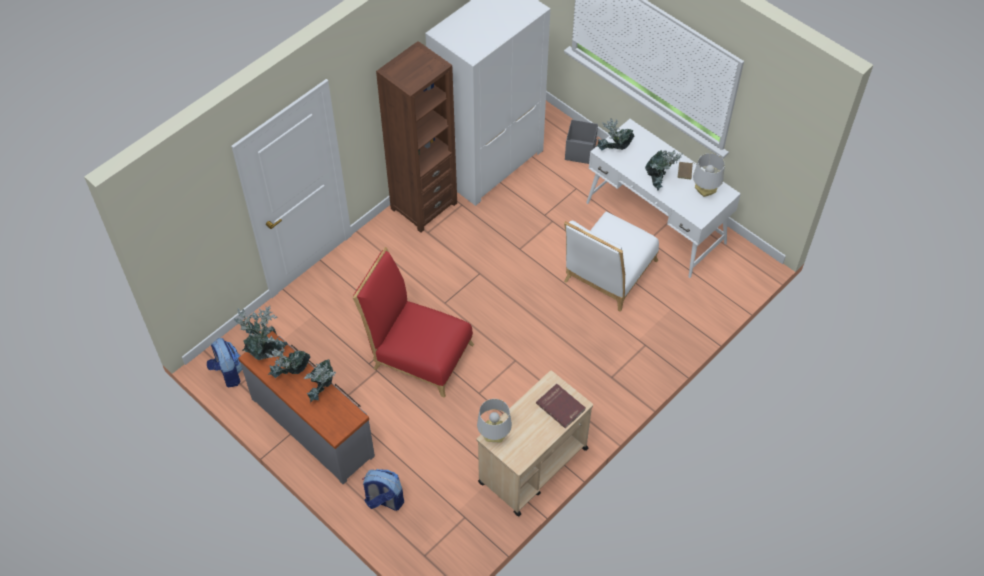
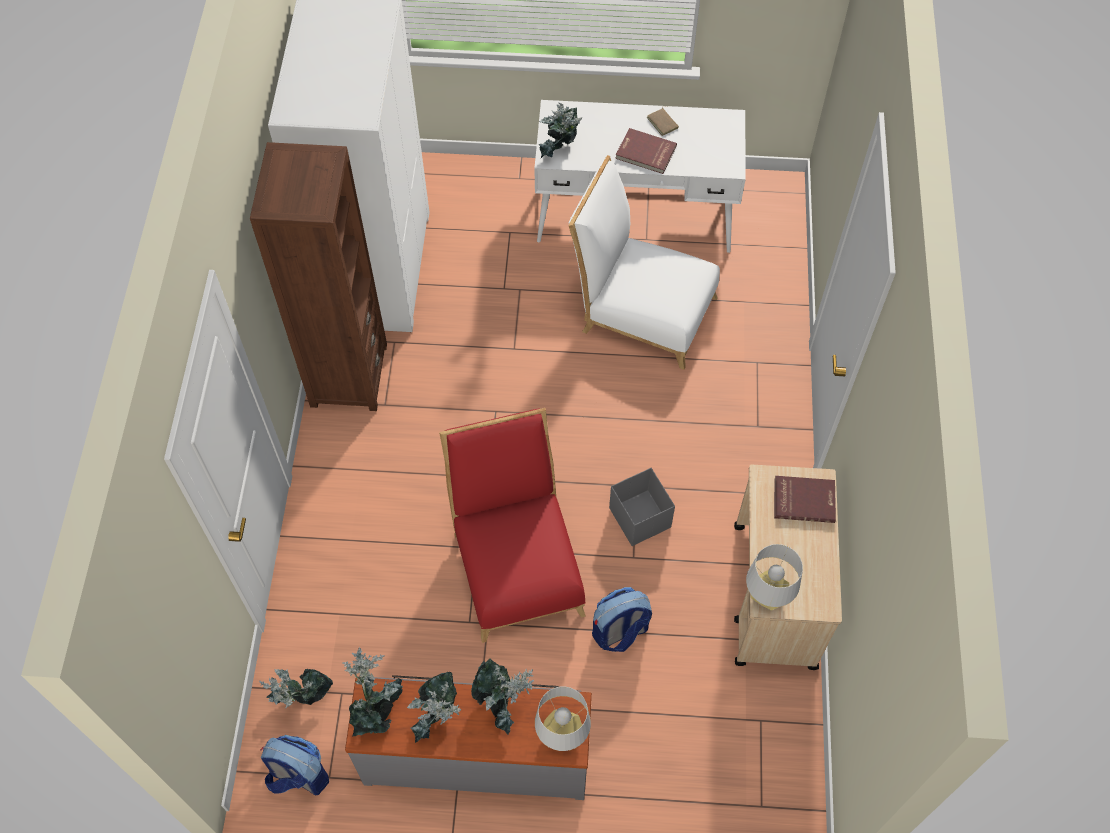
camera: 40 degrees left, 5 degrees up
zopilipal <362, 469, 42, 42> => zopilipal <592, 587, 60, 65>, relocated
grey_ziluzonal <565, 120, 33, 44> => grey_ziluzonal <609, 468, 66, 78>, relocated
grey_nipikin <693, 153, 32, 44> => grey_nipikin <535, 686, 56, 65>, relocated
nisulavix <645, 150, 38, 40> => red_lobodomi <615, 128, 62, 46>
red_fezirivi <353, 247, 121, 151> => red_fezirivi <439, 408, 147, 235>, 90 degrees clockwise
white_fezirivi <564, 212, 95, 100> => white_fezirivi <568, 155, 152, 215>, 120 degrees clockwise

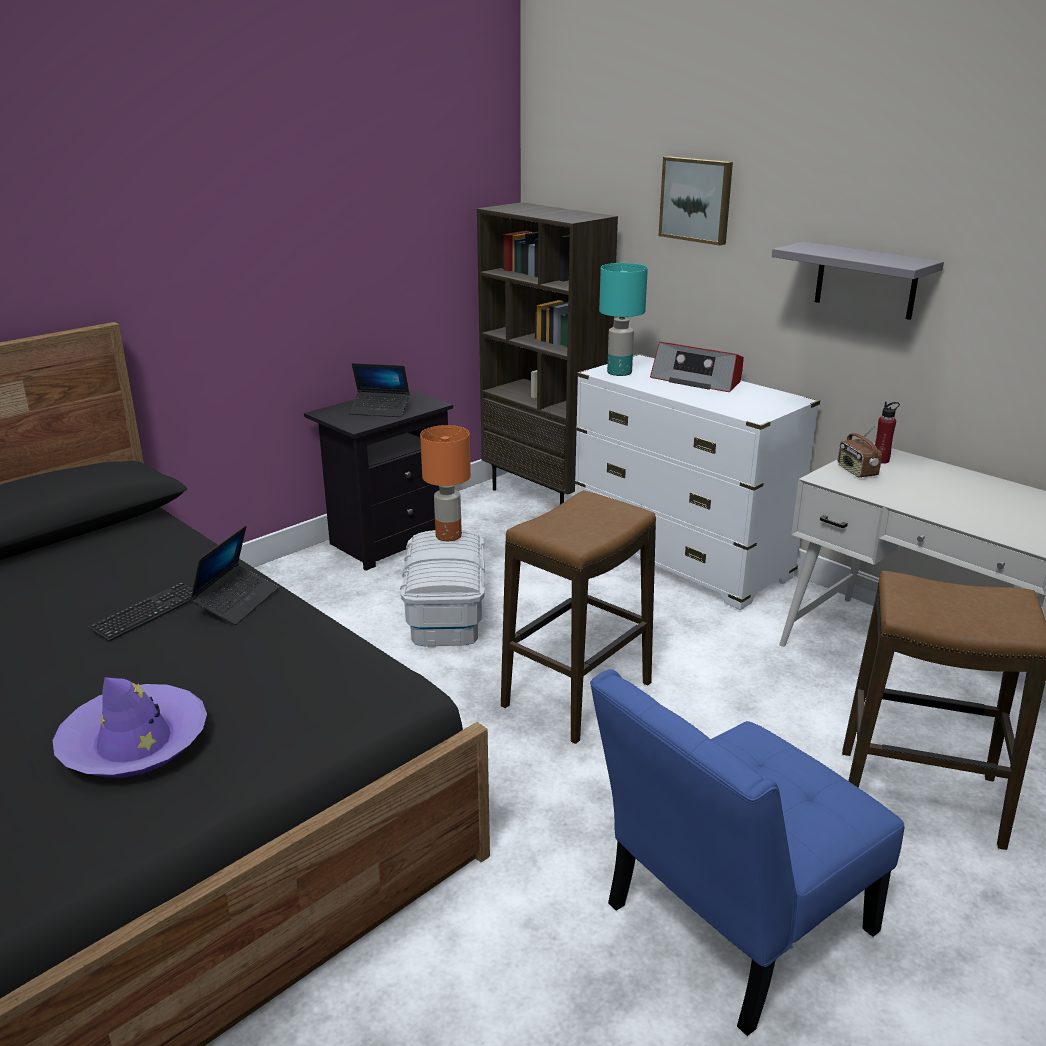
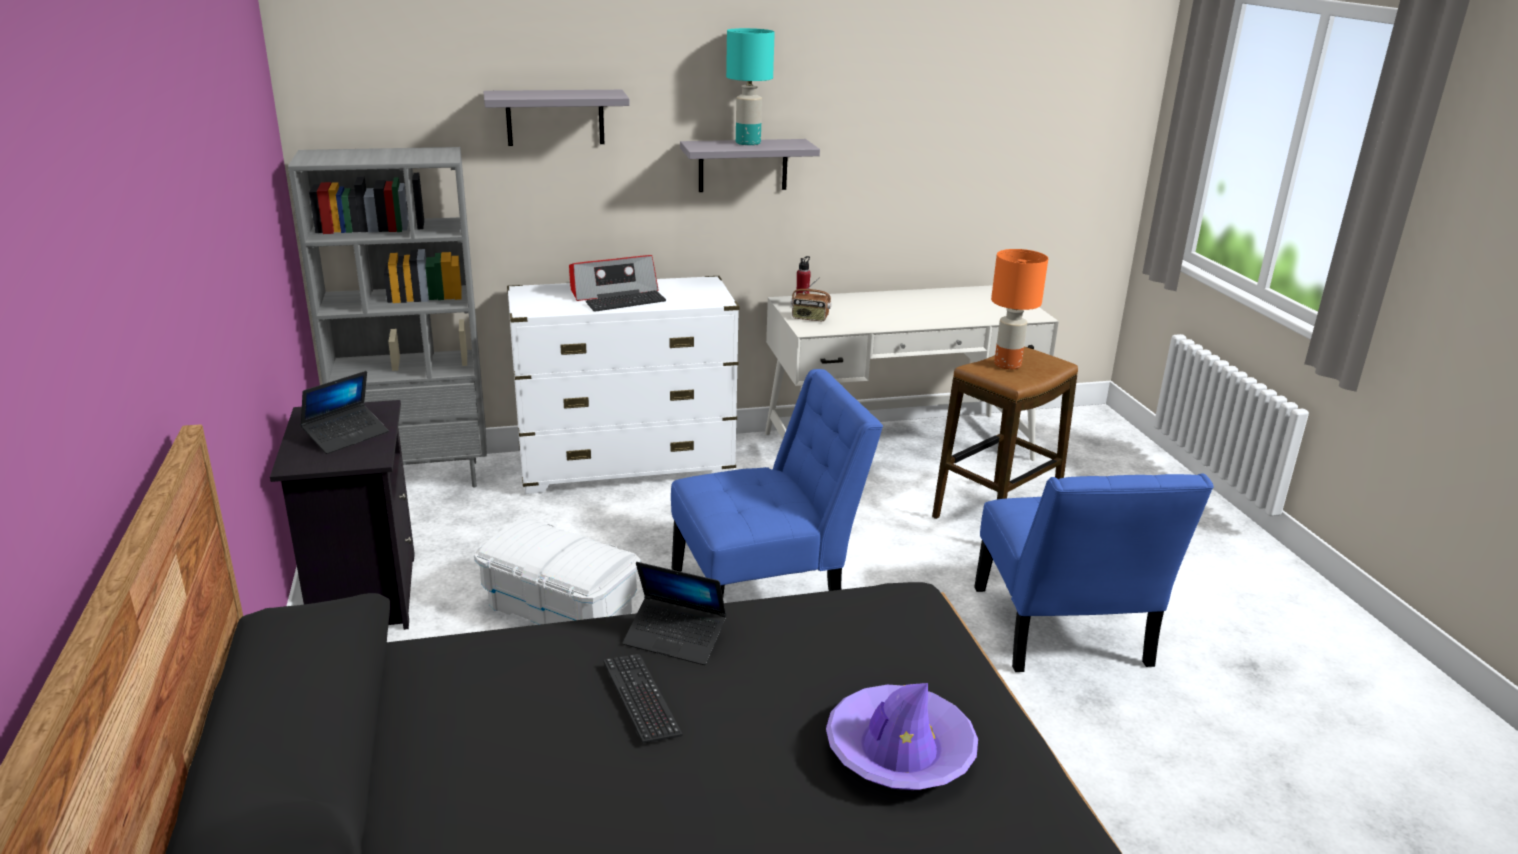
camera: 60 degrees left, 0 degrees up
nothing => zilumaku <586, 290, 80, 22>
orange_nipikin <420, 425, 51, 116> => orange_nipikin <991, 249, 57, 120>, relocated
turquoise_nipikin <599, 263, 49, 113> => turquoise_nipikin <726, 28, 49, 117>, relocated
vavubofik <501, 490, 155, 254> => blue_fezirivi <671, 369, 212, 227>
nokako <659, 156, 74, 90> => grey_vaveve <483, 90, 147, 56>
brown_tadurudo <477, 202, 141, 303> => grey_tadurudo <288, 147, 199, 340>
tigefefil <190, 526, 89, 99> => tigefefil <623, 562, 104, 103>, 150 degrees clockwise

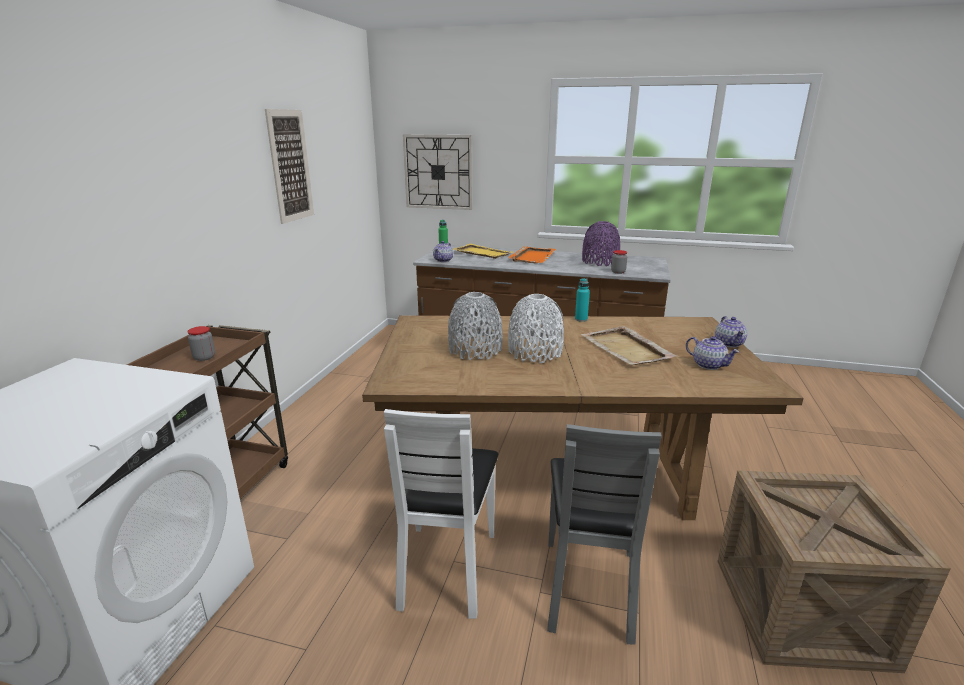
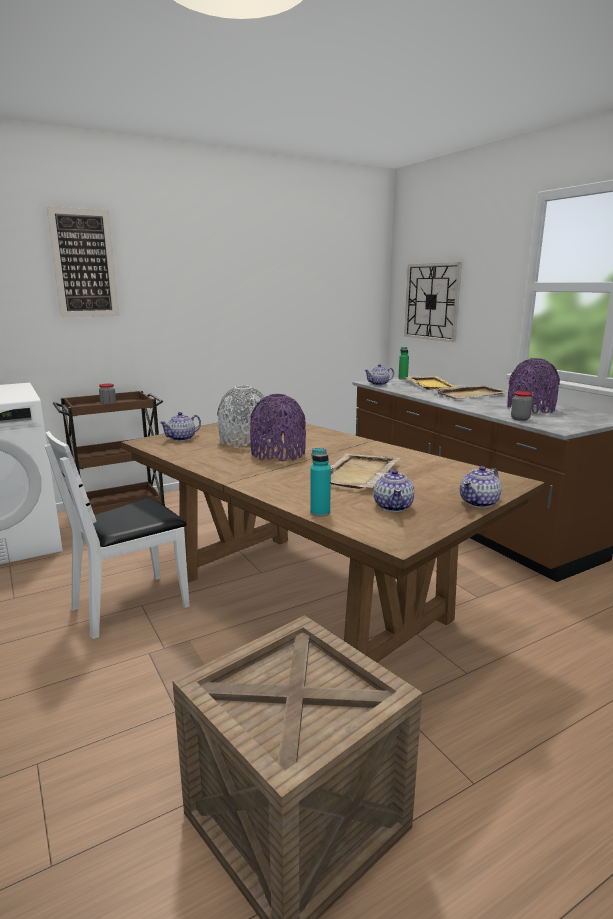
camera: 45 degrees right, 5 degrees down
grey_fezirivi <547, 424, 115, 221> => nothing
nothing => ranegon <159, 412, 42, 29>
nokako <265, 109, 49, 115> => nokako <46, 206, 73, 111>, relocated
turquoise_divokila <575, 278, 15, 44> => turquoise_divokila <310, 448, 21, 69>, relocated
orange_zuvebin <508, 246, 48, 17> => beige_zuvebin <432, 385, 76, 14>
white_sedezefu <508, 294, 56, 69> => purple_sedezefu <250, 394, 56, 67>

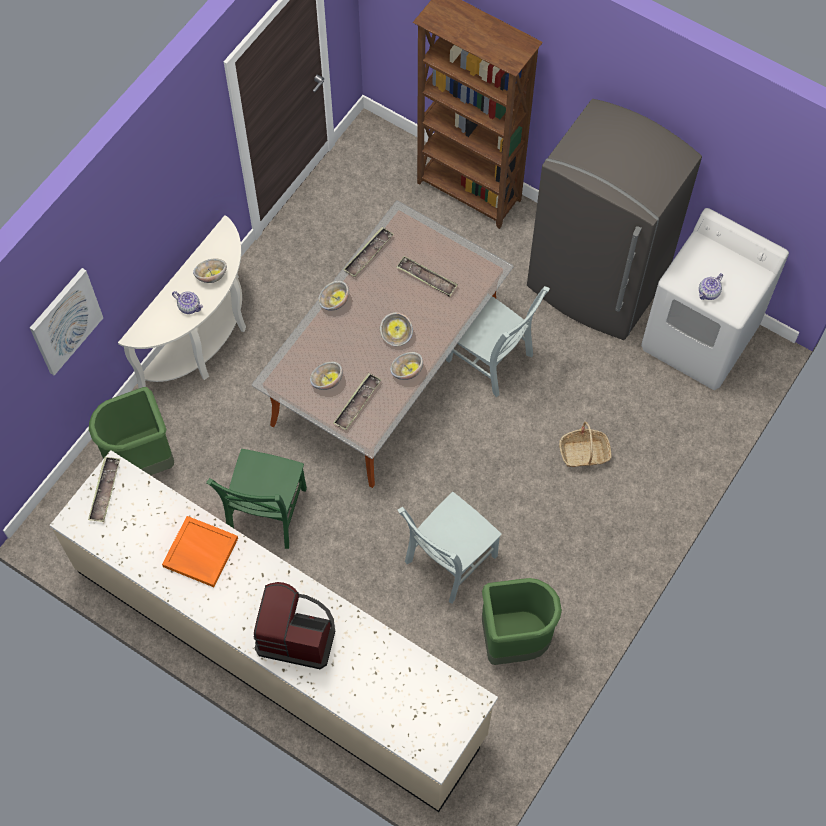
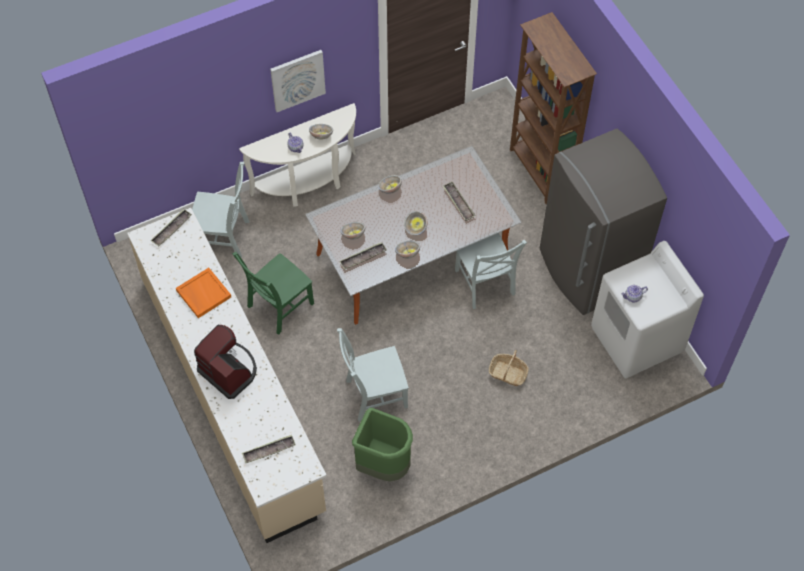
camera: 30 degrees right, 5 degrees down
nokako <30, 268, 73, 107> => nokako <270, 50, 56, 62>, relocated
zuvebin <343, 227, 51, 50> => zuvebin <242, 435, 54, 28>, relocated
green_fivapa <89, 387, 85, 88> => grey_fezirivi <192, 162, 58, 95>

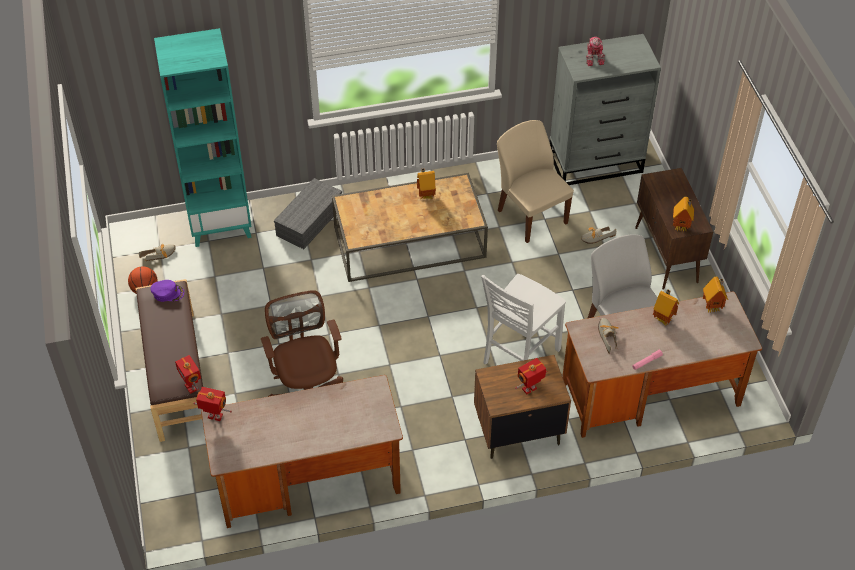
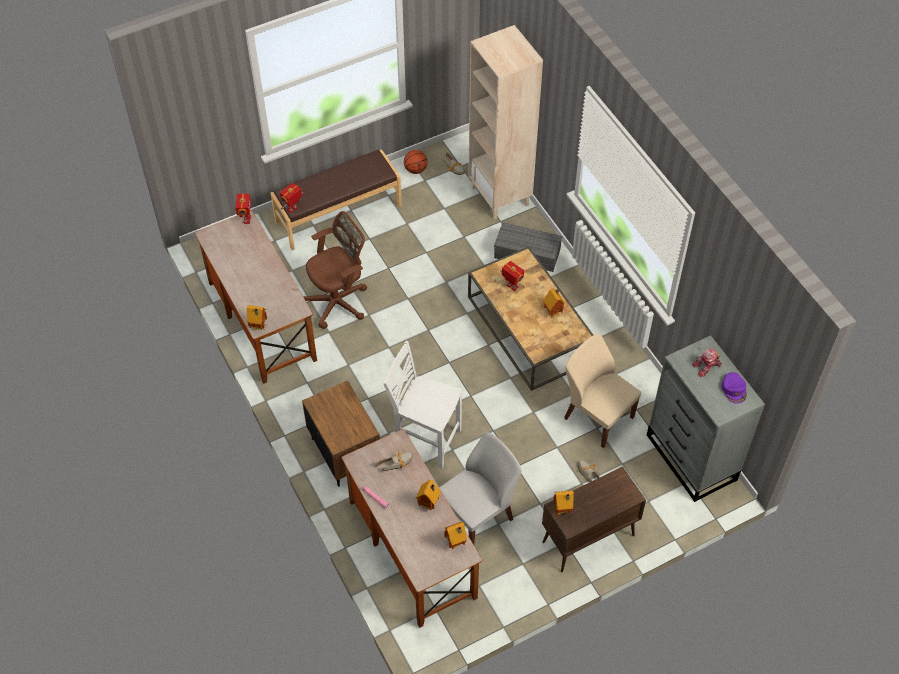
camera: 75 degrees right, 5 degrees up
nothing => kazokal <247, 305, 20, 25>
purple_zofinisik <150, 280, 34, 22> => purple_zofinisik <722, 372, 24, 32>, relocated
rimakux <515, 358, 33, 36> => rimakux <500, 261, 25, 30>, relocated
turquoise_tadurudo <154, 28, 98, 219> => beige_tadurudo <468, 25, 75, 195>
beige_fezirivi <497, 120, 77, 123> => beige_fezirivi <564, 333, 77, 115>, 90 degrees counterclockwise

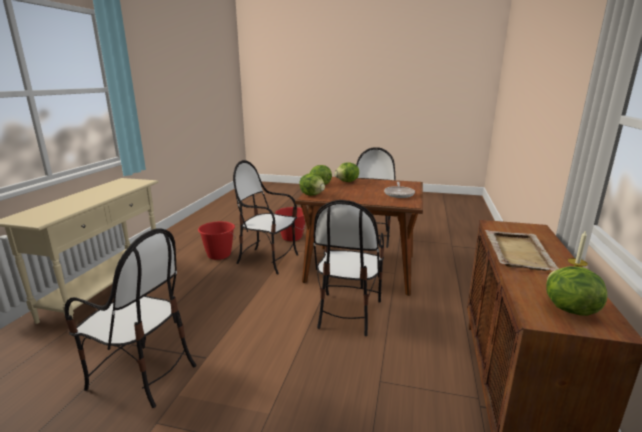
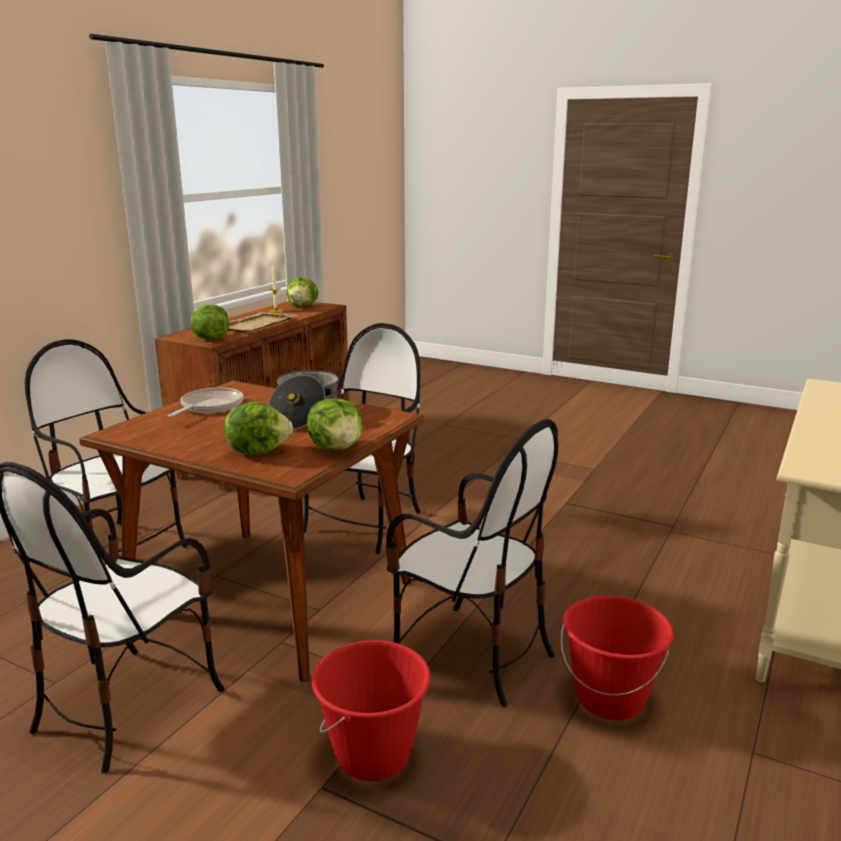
camera: 165 degrees left, 0 degrees up
nothing => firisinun <268, 367, 70, 63>
fezirivi <65, 228, 132, 180> => fezirivi <25, 339, 162, 216>, relocated
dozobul <299, 173, 26, 23> => dozobul <190, 305, 39, 35>, relocated

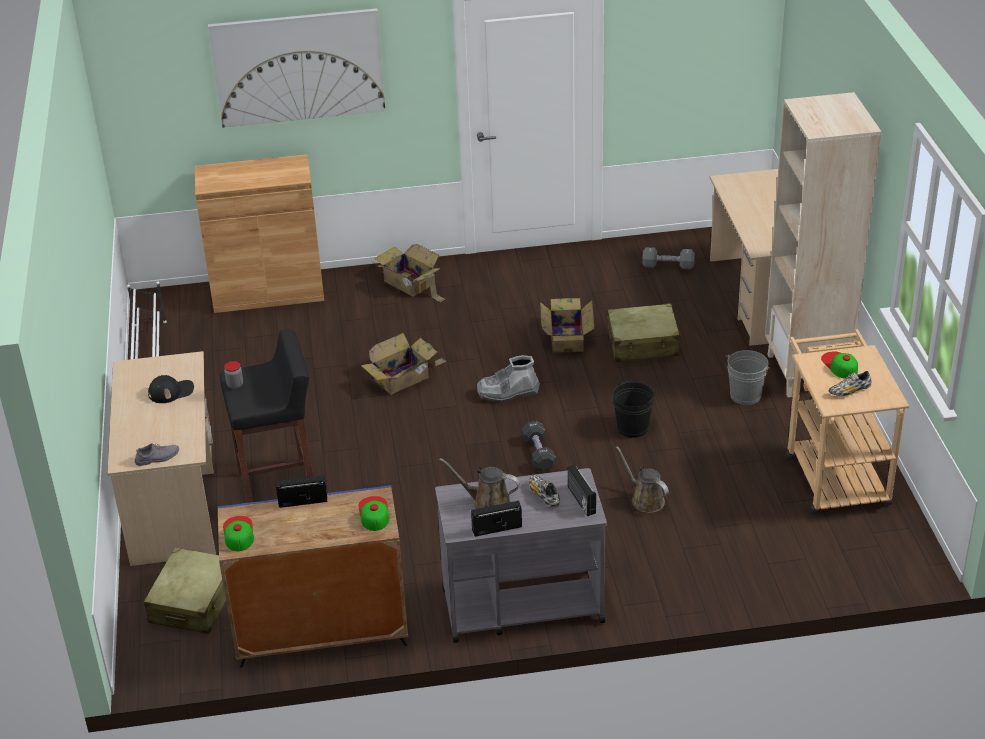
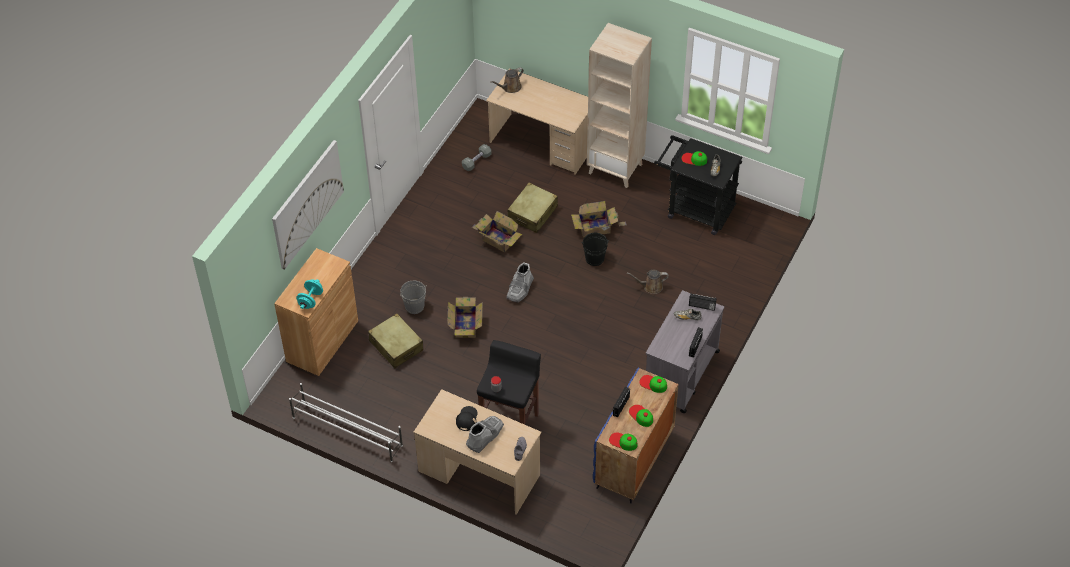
camera: 55 degrees left, 15 degrees up
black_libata <522, 421, 34, 51> => nothing
nothing => turquoise_libata <296, 279, 27, 30>
nothing => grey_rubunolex <466, 416, 38, 37>
nothing => zofinisik <629, 405, 24, 22>
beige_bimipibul <144, 547, 82, 87> => beige_bimipibul <368, 313, 55, 55>, relocated
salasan <374, 244, 71, 58> => salasan <571, 201, 56, 36>, relocated
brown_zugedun <440, 458, 80, 51> => brown_zugedun <490, 67, 34, 26>, relocated
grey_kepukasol <726, 350, 43, 55> => grey_kepukasol <400, 281, 26, 33>, relocated
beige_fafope <785, 329, 124, 185> => black_fafope <654, 135, 89, 100>

